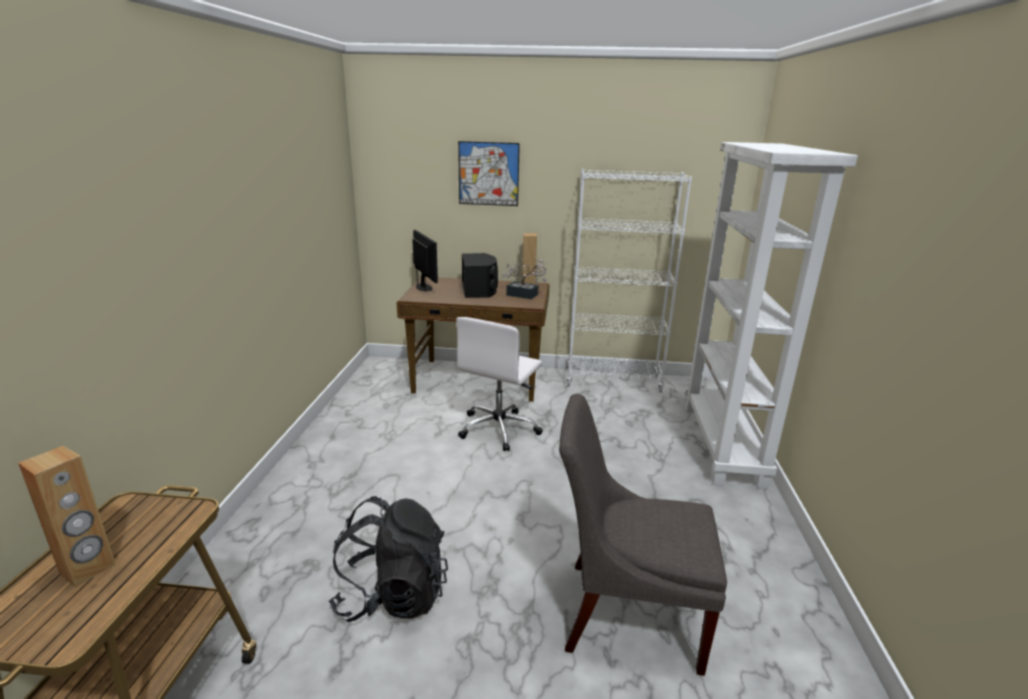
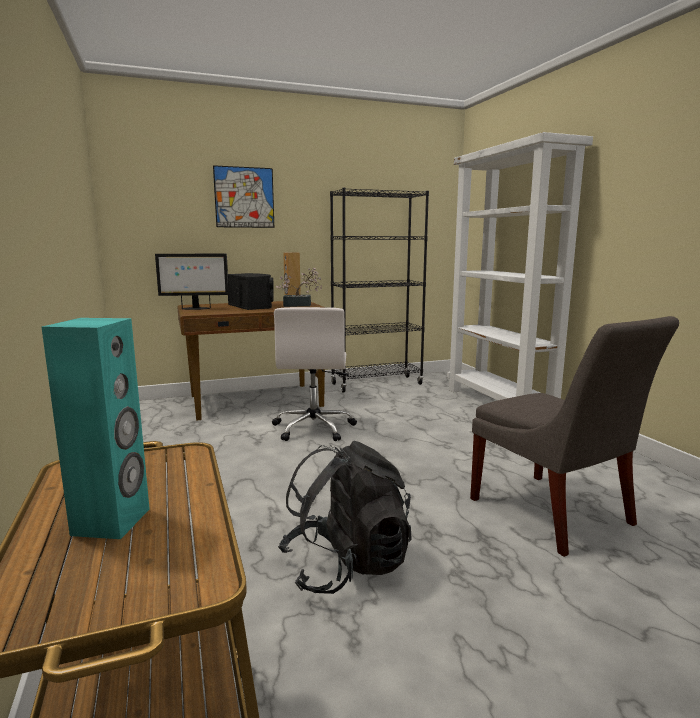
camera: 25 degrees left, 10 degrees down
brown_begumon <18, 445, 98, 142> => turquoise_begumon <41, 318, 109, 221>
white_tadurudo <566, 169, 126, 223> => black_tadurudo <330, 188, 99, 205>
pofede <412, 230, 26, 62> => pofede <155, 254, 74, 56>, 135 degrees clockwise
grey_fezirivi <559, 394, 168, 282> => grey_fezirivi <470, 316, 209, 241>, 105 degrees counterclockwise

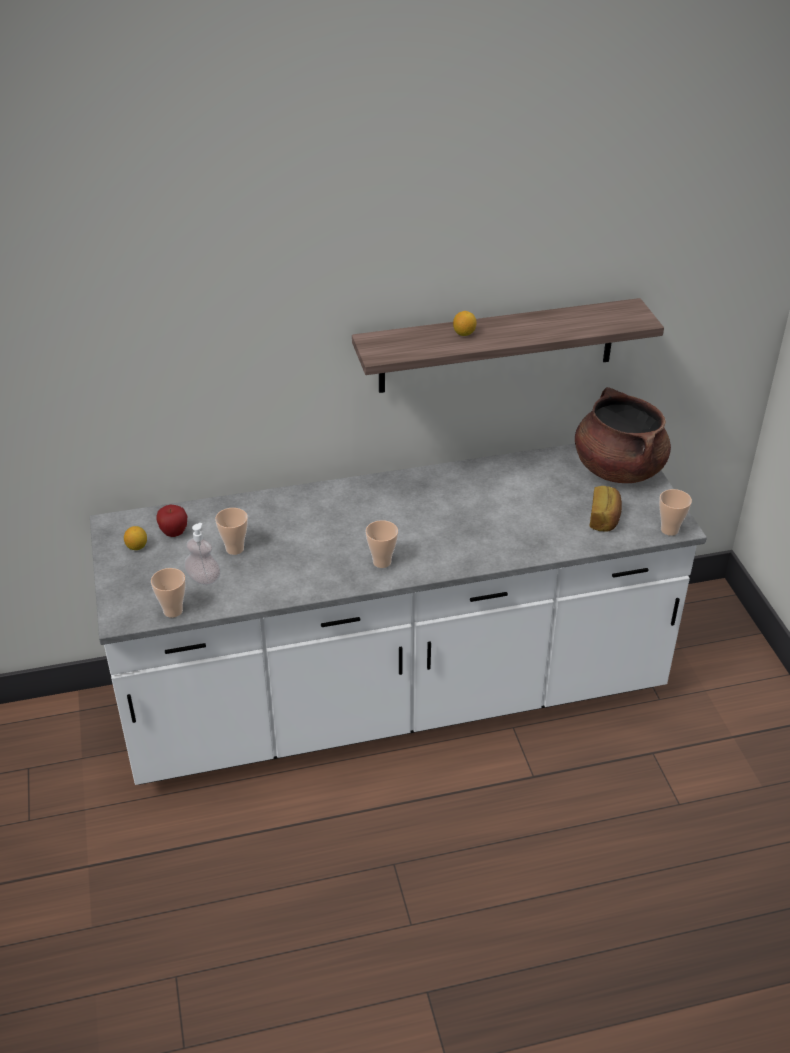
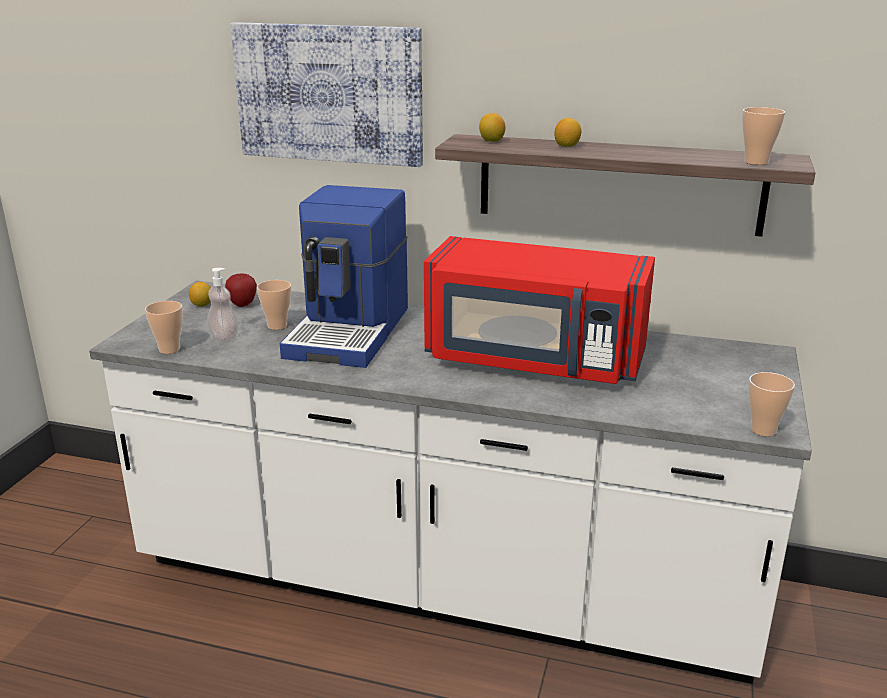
camera: 30 degrees right, 15 degrees down
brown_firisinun <575, 387, 96, 96> => nothing
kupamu <590, 486, 32, 46> => nothing
nothing => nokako <231, 22, 192, 145>
nothing => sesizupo <280, 185, 128, 183>
nothing => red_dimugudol <424, 236, 231, 148>
nothing => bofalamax <479, 113, 26, 29>
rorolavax <366, 520, 32, 48> => rorolavax <742, 107, 43, 58>, relocated

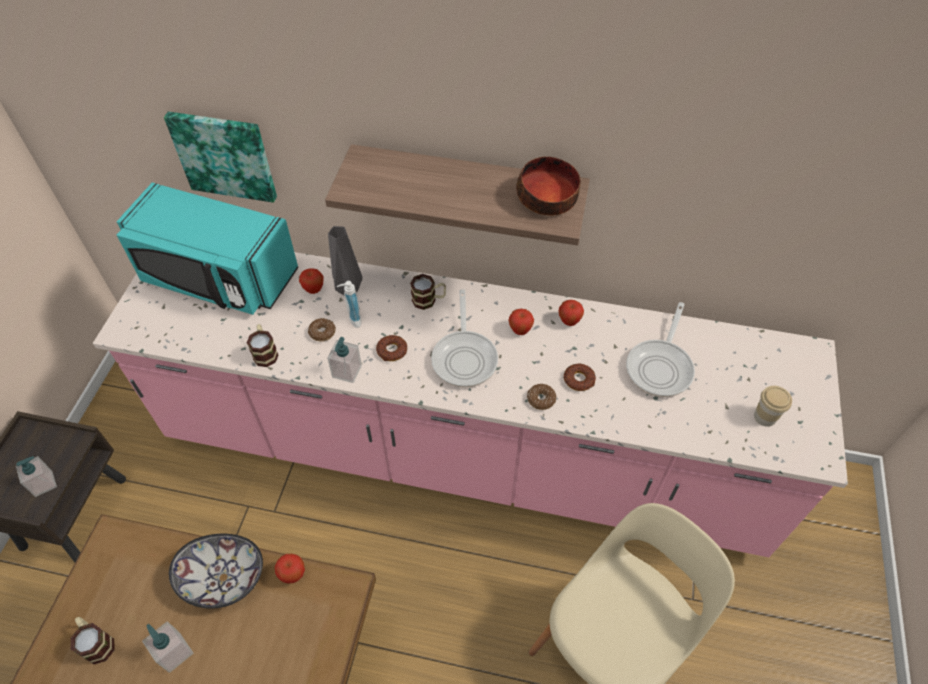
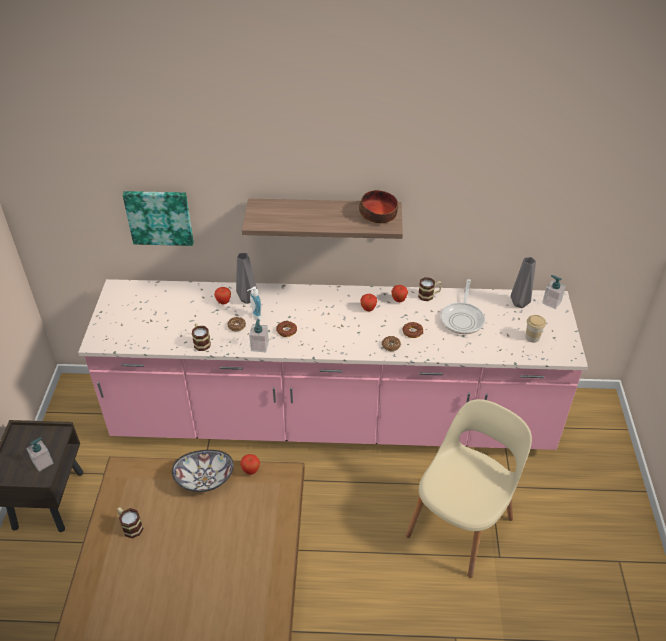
camera: 10 degrees left, 10 degrees down
turquoise_dimugudol <117, 183, 181, 132> => nothing
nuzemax <431, 289, 67, 98> => nothing
nothing => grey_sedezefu <510, 257, 26, 51>
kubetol <142, 621, 51, 52> => kubetol <542, 275, 24, 34>, relocated
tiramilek <410, 274, 36, 36> => tiramilek <418, 277, 24, 24>, relocated

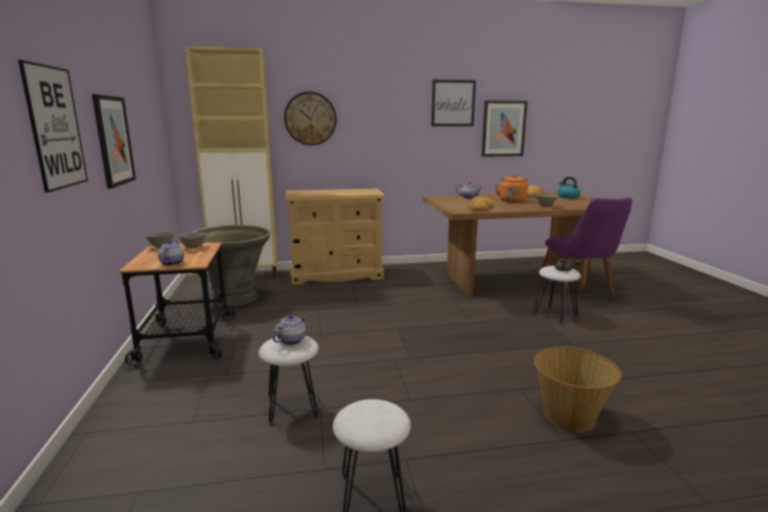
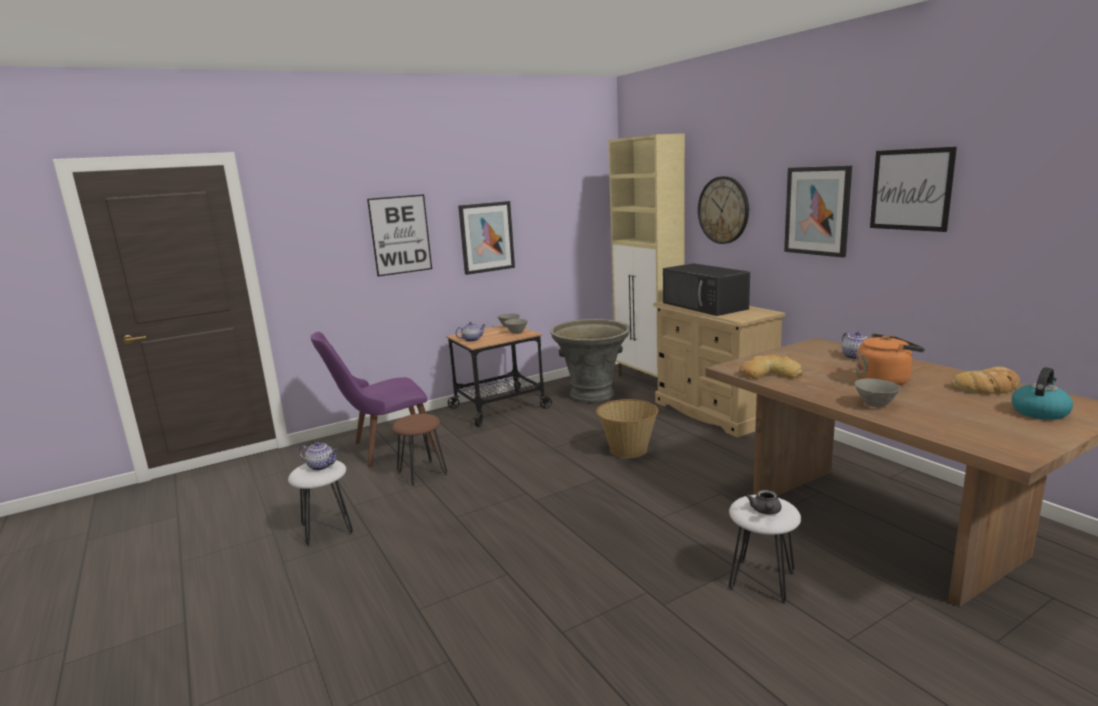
camera: 70 degrees right, 0 degrees up
nothing => black_dimugudol <663, 263, 87, 53>
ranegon <272, 314, 36, 31> => ranegon <299, 442, 40, 29>, relocated
nokako <482, 101, 46, 56> => nokako <784, 166, 68, 92>, relocated
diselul <534, 347, 88, 84> => diselul <596, 399, 62, 59>, relocated
purple_fezirivi <537, 197, 95, 102> => purple_fezirivi <311, 332, 127, 136>, relocated
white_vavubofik <259, 336, 60, 89> => brown_vavubofik <392, 414, 55, 72>

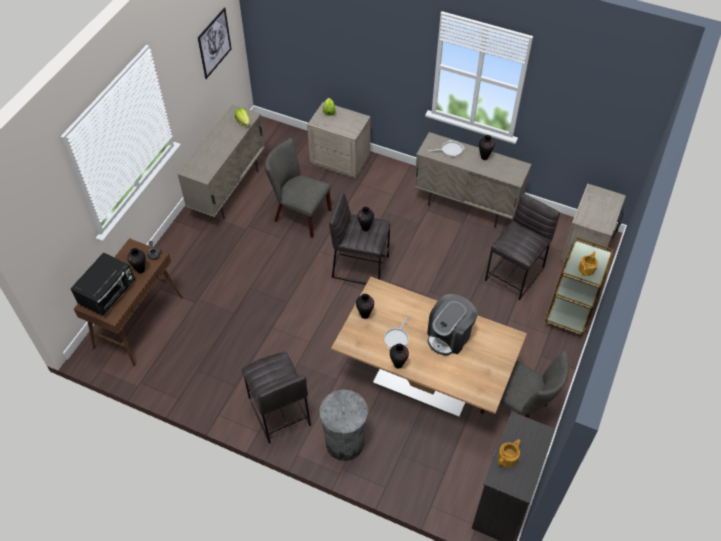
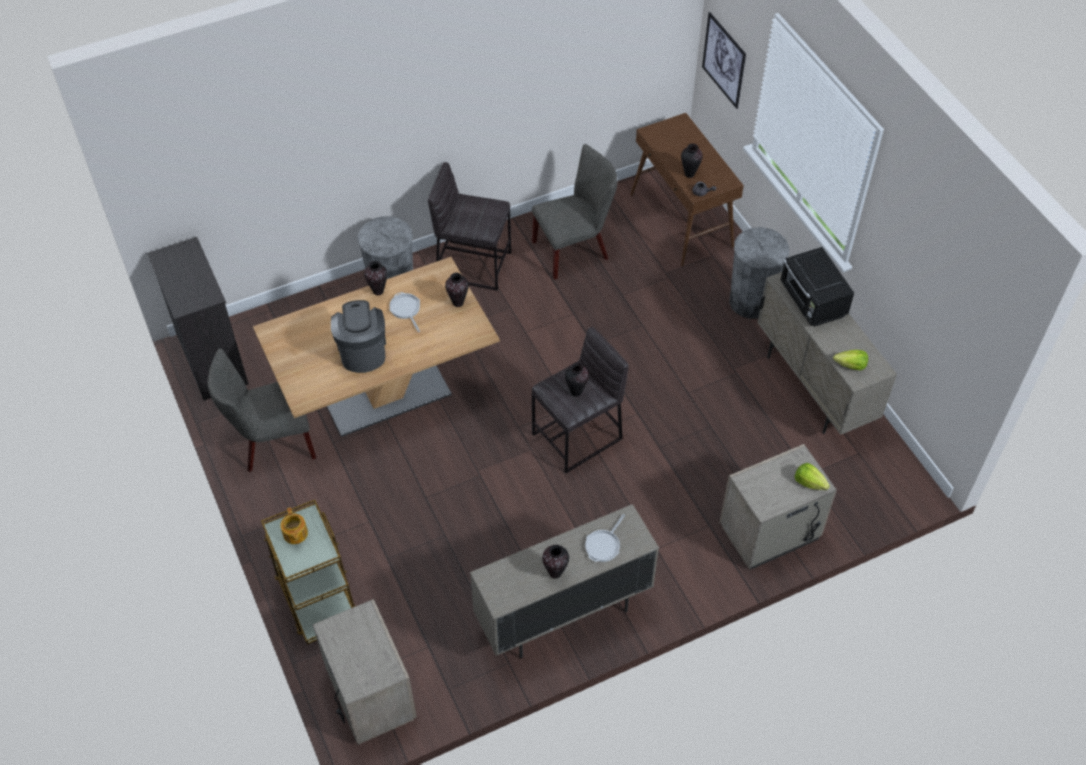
camera: 130 degrees right, 0 degrees up
grey_vavubofik <485, 194, 75, 106> => nothing
ranegon <498, 439, 23, 28> => nothing
nothing => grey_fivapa <729, 227, 60, 92>
black_dimugudol <70, 252, 65, 64> => black_dimugudol <780, 247, 74, 80>, relocated
nokako <197, 7, 35, 72> => nokako <702, 12, 44, 97>, relocated
grey_fezirivi <265, 138, 67, 100> => grey_fezirivi <532, 144, 85, 136>, relocated

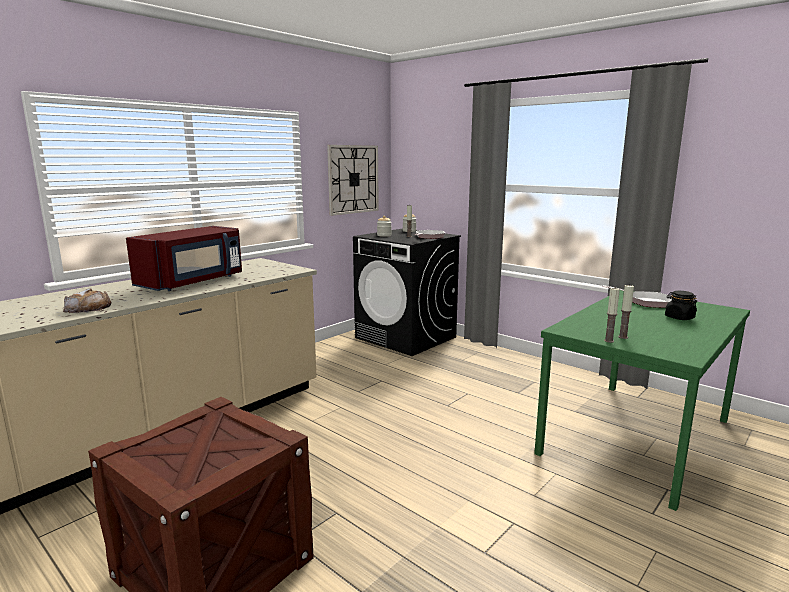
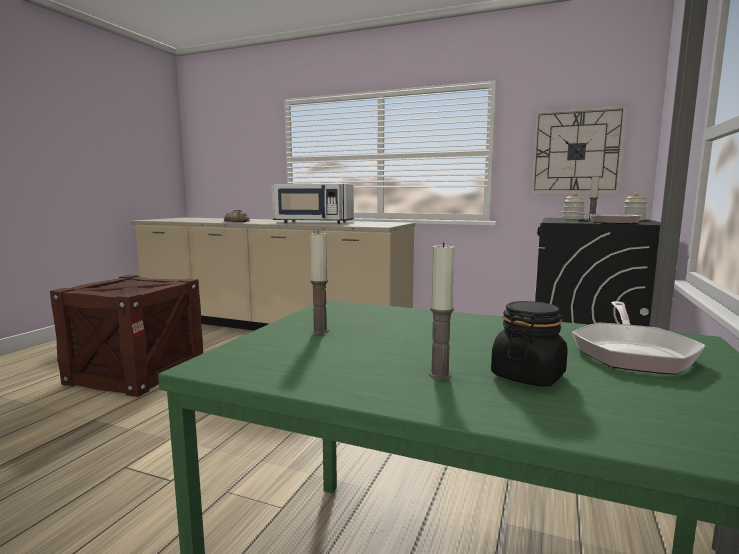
camera: 70 degrees right, 5 degrees down
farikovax <604, 287, 16, 56> => farikovax <429, 242, 26, 137>, relocated
red_dimugudol <126, 226, 116, 65> => white_dimugudol <271, 184, 83, 40>

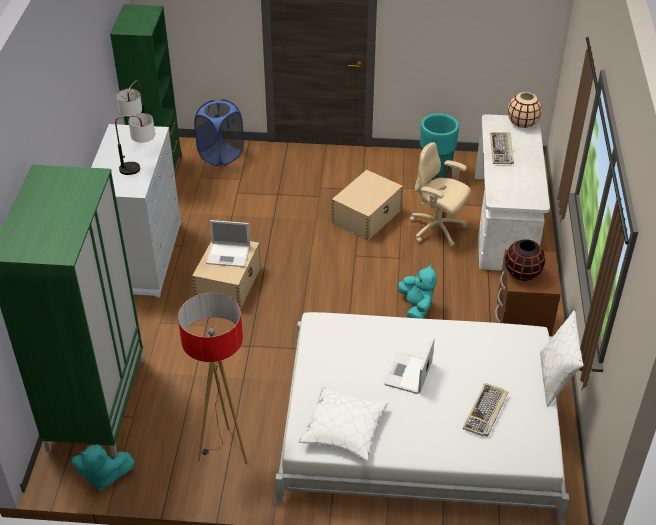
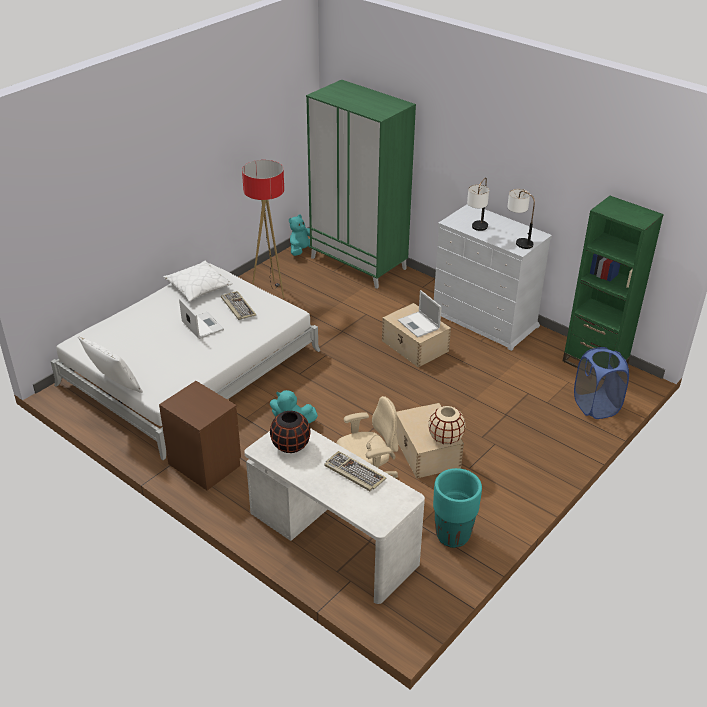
camera: 125 degrees right, 5 degrees down
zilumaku <463, 383, 45, 54> => zilumaku <221, 291, 35, 29>, relocated
black_sedezefu <505, 239, 40, 42> => black_sedezefu <270, 411, 40, 42>, relocated
beige_sedezefu <508, 92, 34, 36> => beige_sedezefu <428, 406, 37, 39>, relocated
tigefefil <206, 220, 44, 47> => tigefefil <398, 290, 44, 47>, 75 degrees counterclockwise

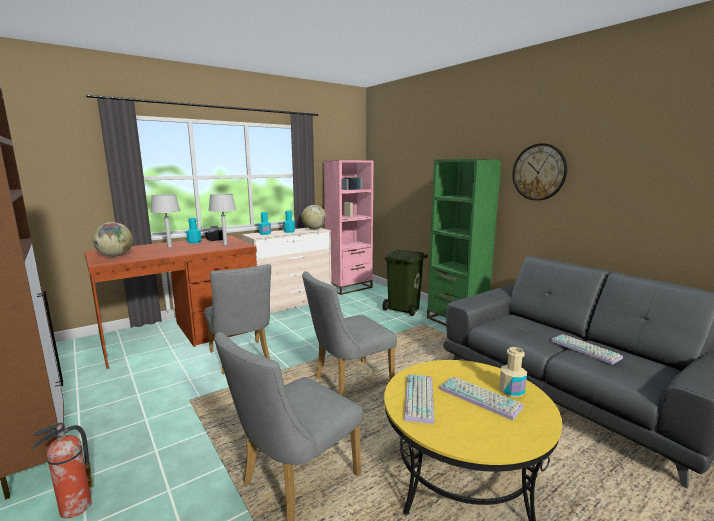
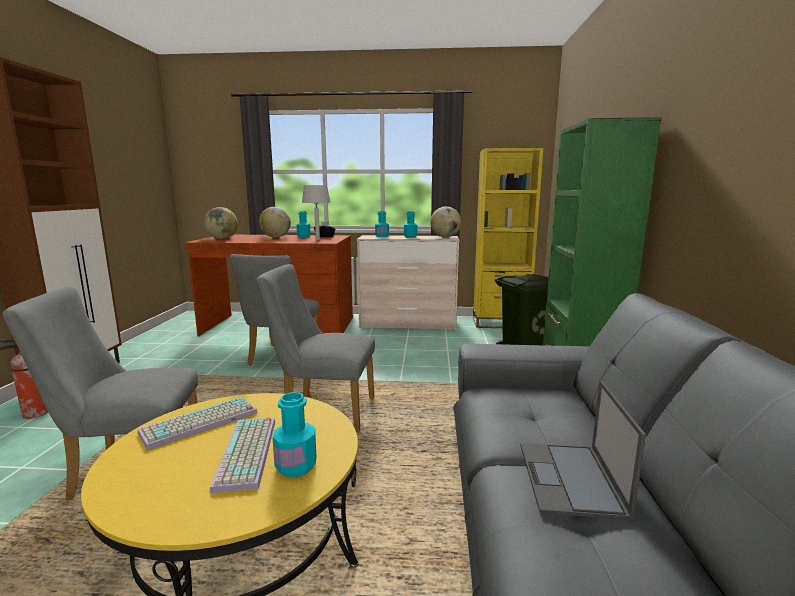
camera: 40 degrees right, 0 degrees up
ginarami <513, 143, 54, 58> => nothing
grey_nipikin <151, 194, 30, 53> => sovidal <259, 207, 32, 31>
zilumaku <551, 334, 72, 31> => tigefefil <520, 380, 126, 140>
pink_tadurudo <323, 160, 50, 135> => yellow_tadurudo <473, 148, 70, 180>
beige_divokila <499, 347, 28, 51> => turquoise_divokila <272, 392, 44, 85>

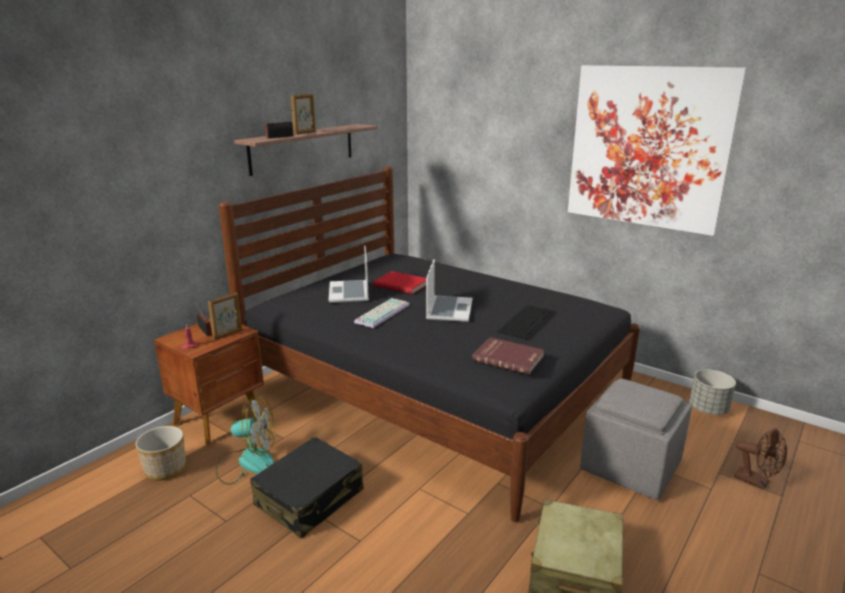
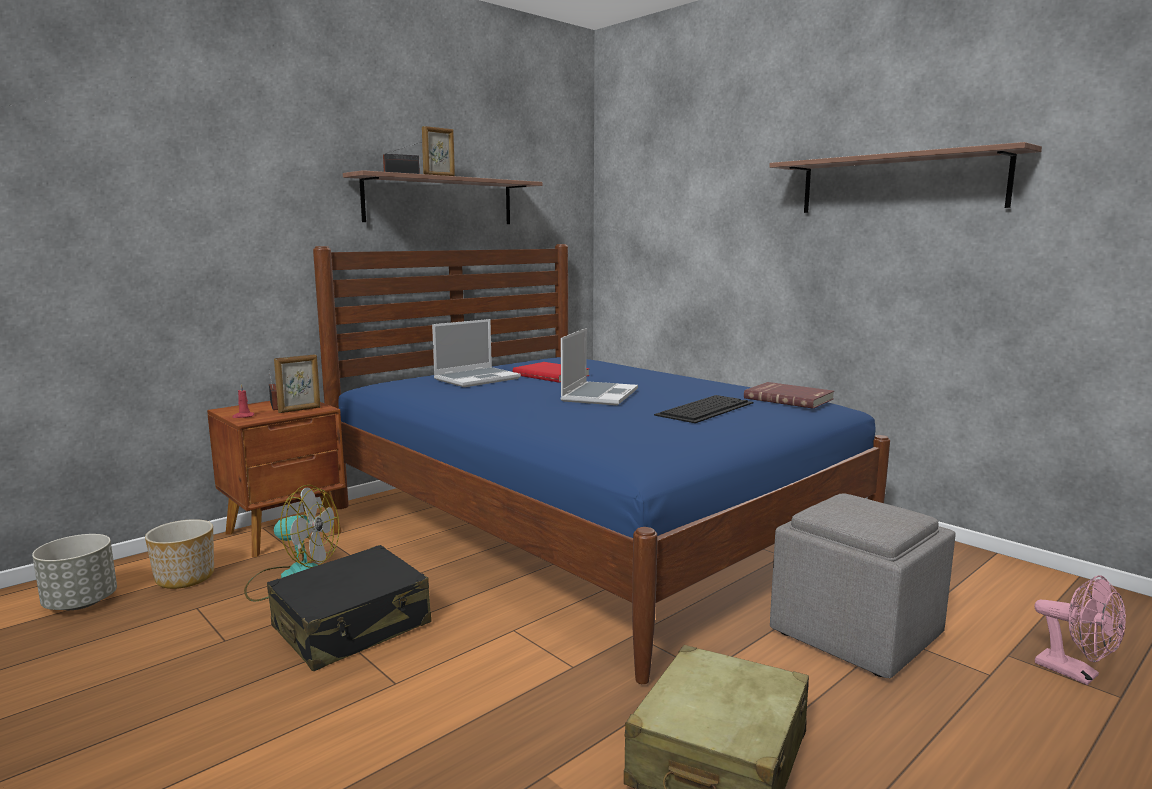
camera: 10 degrees right, 10 degrees down
zilumaku <354, 298, 56, 30> => nothing
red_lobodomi <472, 337, 72, 38> => red_lobodomi <744, 382, 90, 27>, relocated
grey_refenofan <689, 370, 47, 45> => grey_refenofan <32, 534, 85, 76>, relocated
nokako <568, 65, 179, 171> => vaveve <769, 142, 273, 71>
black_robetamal <218, 166, 422, 356> => blue_robetamal <313, 244, 577, 440>
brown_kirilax <734, 428, 53, 62> => pink_kirilax <1034, 575, 92, 110>
tigefefil <329, 245, 40, 58> => tigefefil <432, 319, 89, 68>, 135 degrees counterclockwise

